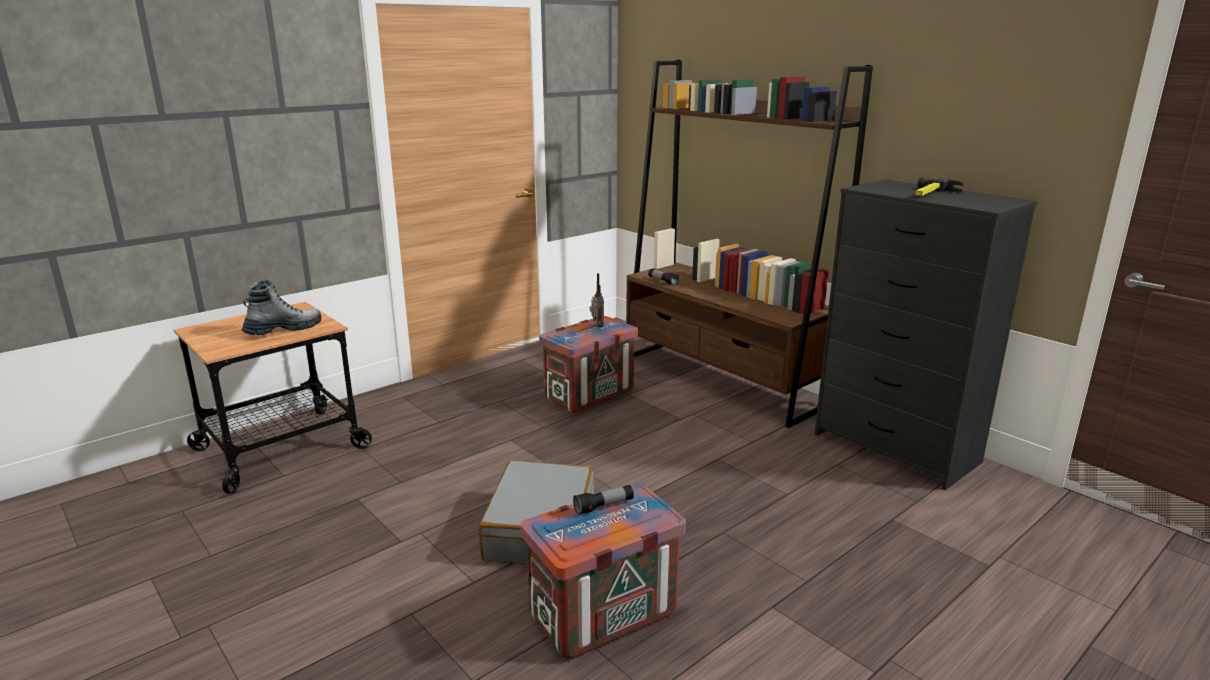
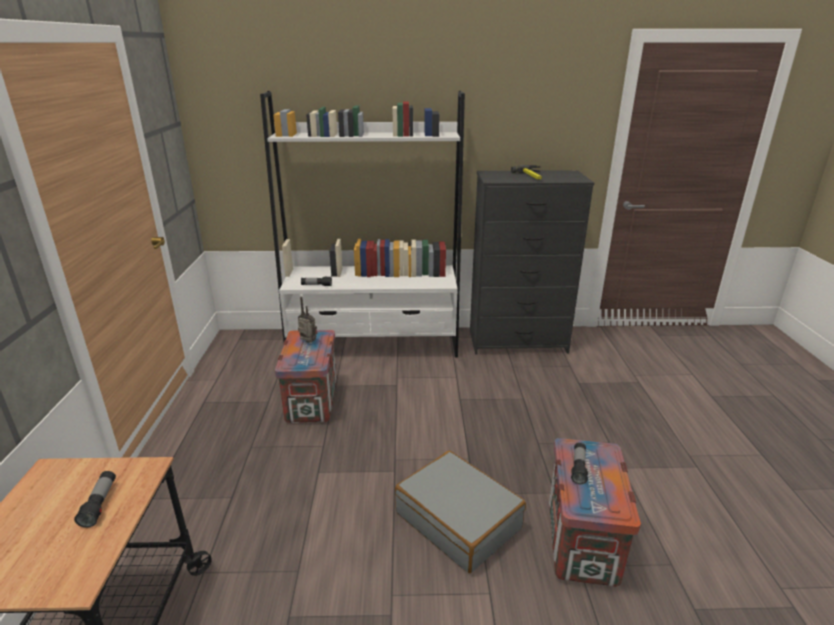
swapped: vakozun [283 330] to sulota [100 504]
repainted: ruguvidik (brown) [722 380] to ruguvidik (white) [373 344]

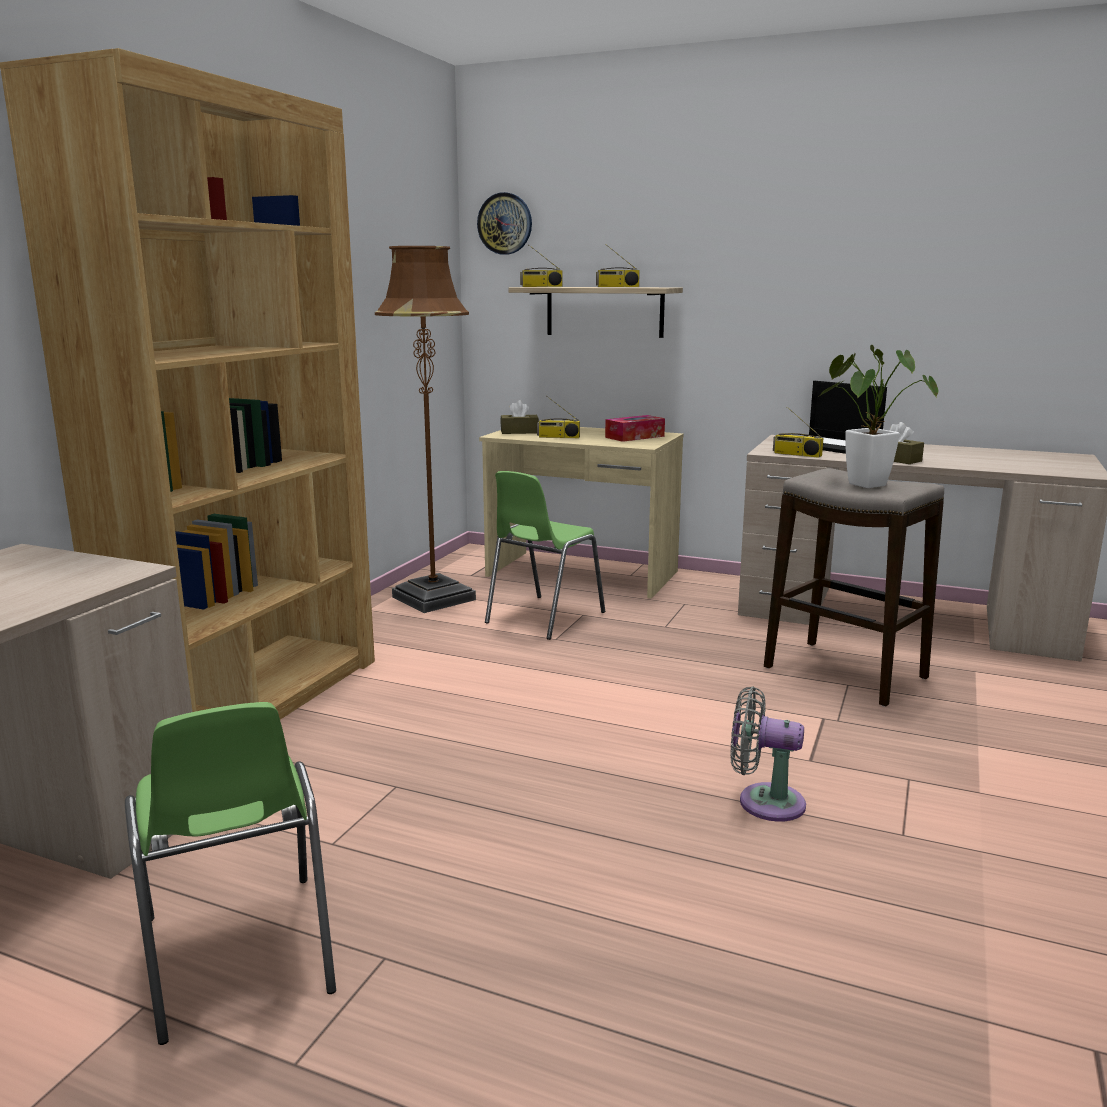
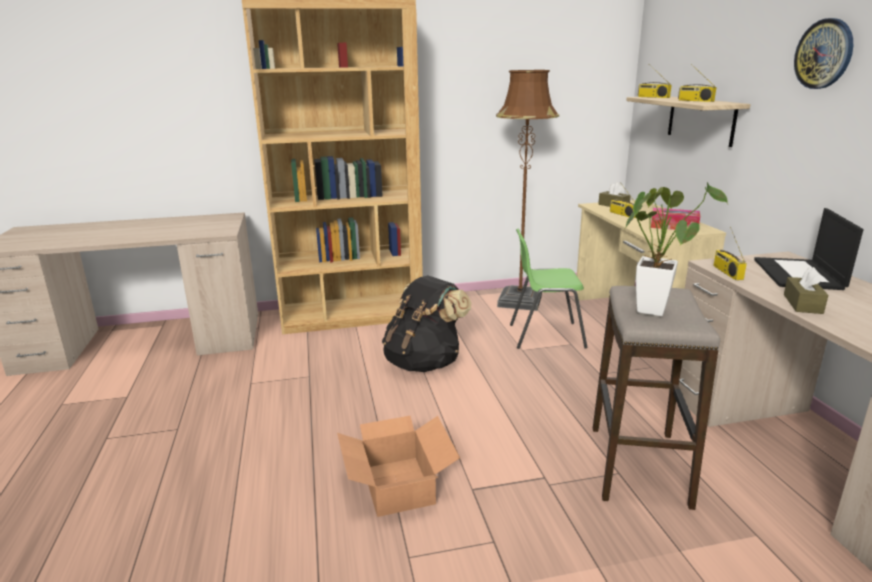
gone: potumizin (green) [237 956]
new: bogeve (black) [424 363]
shifted: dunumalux [505 223] to [824 54]
swapped: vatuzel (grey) [764 802] to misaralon [397 486]

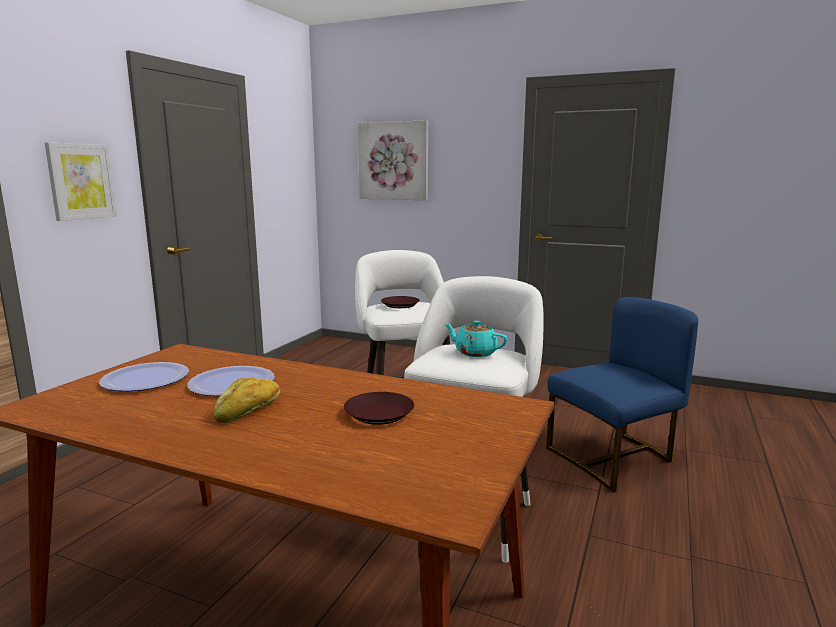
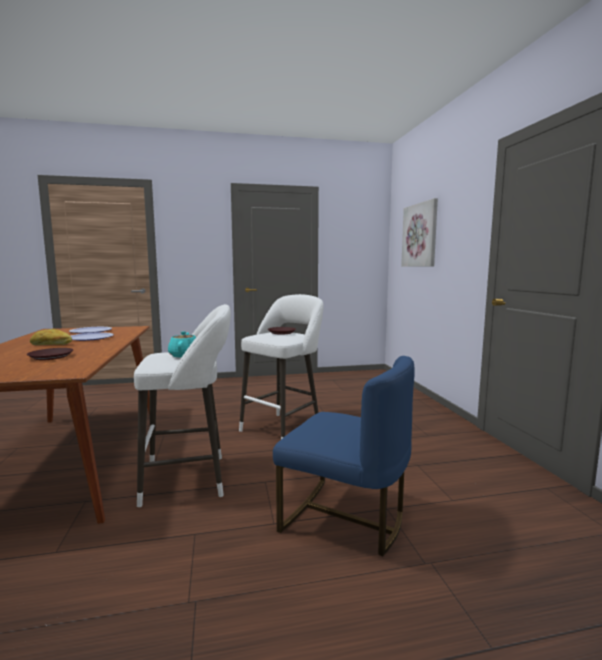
gone: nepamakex [81 181]

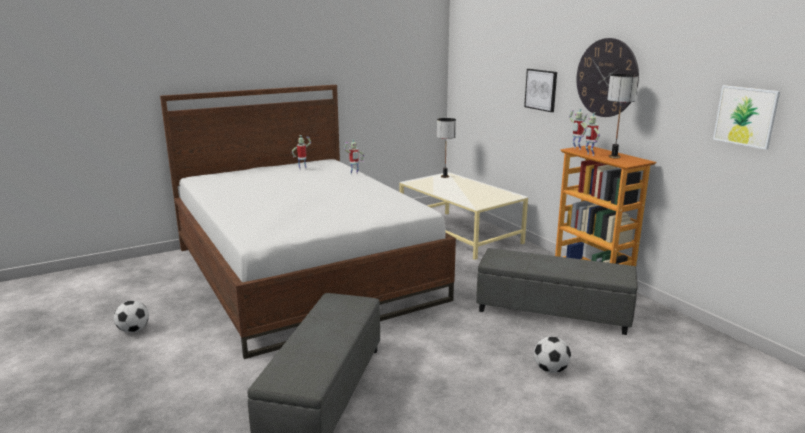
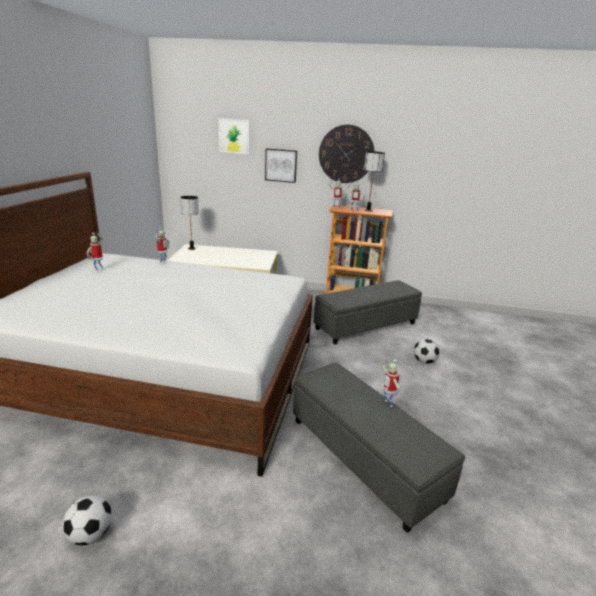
new: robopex [387 403]
shifted: nepamakex [745 116] to [234 136]

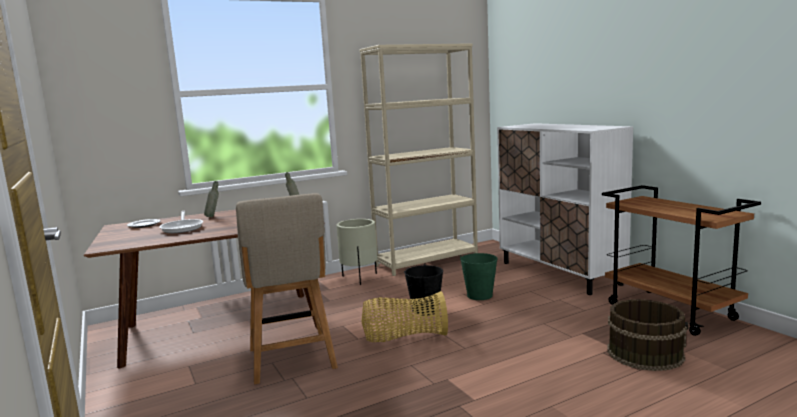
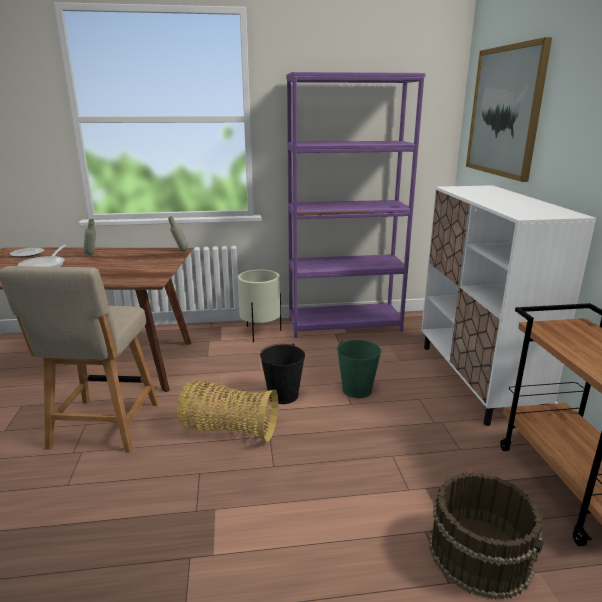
new: nepamakex [505 111]
repainted: ruguvidik (beige) [427 261] to ruguvidik (purple) [344 325]

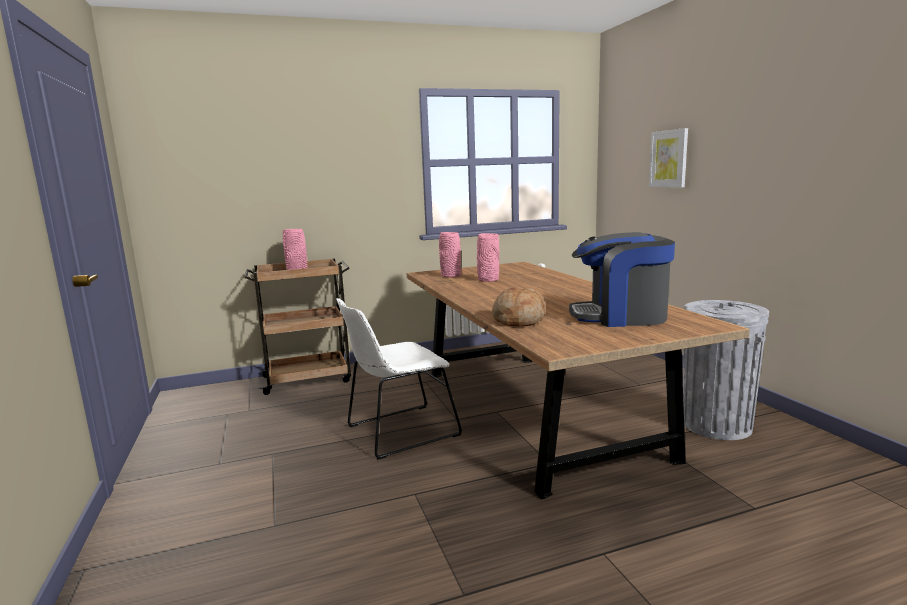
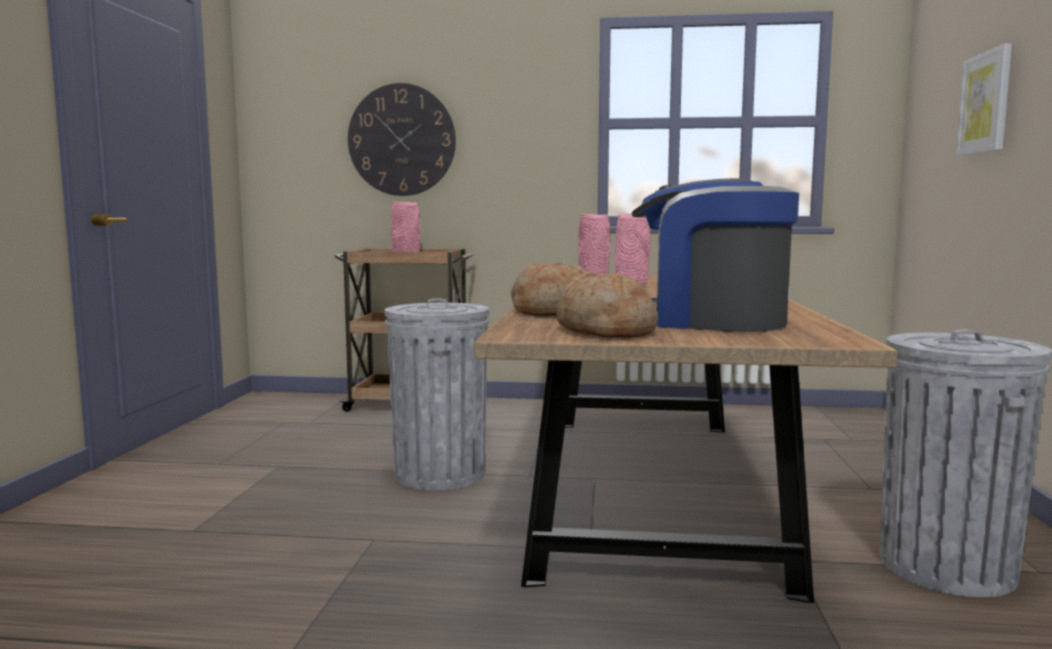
new: dunumalux [402 140]; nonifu [606 331]
swapped: potumizin (white) [398 432] to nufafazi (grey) [439 474]

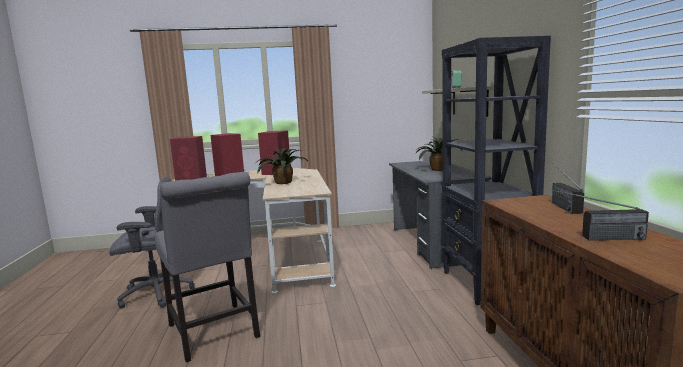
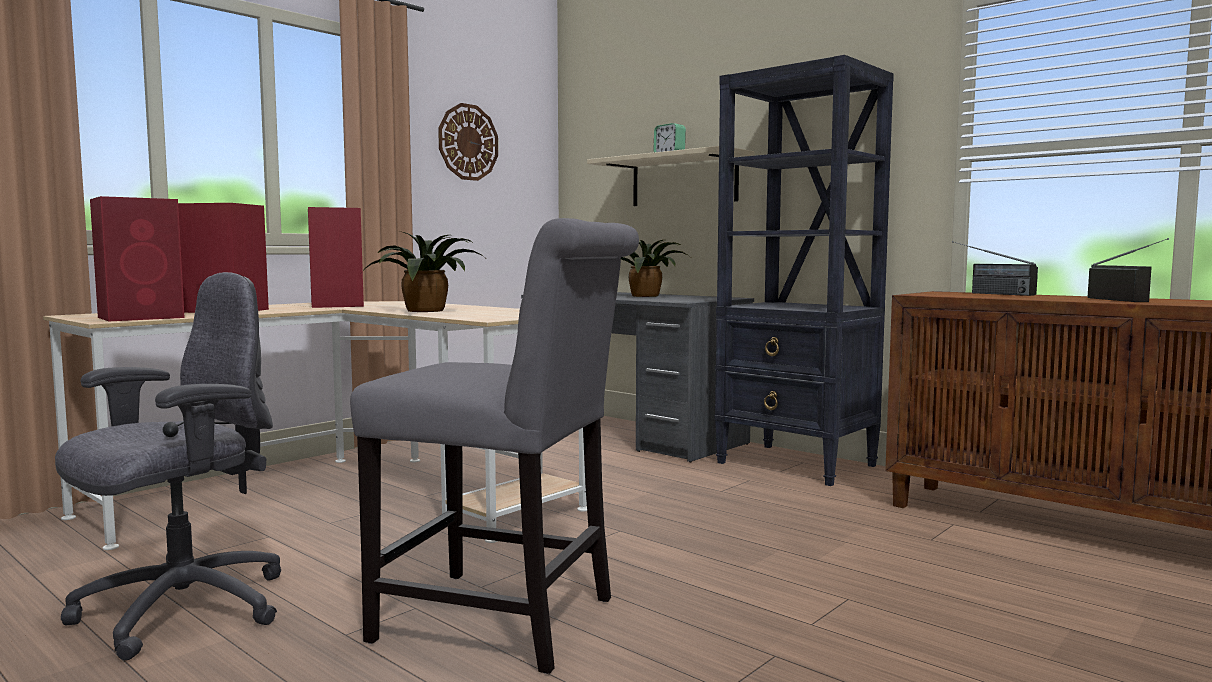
new: dunumalux [468 142]
rotated: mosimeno [598 238] = [1132 301] 60 degrees counterclockwise

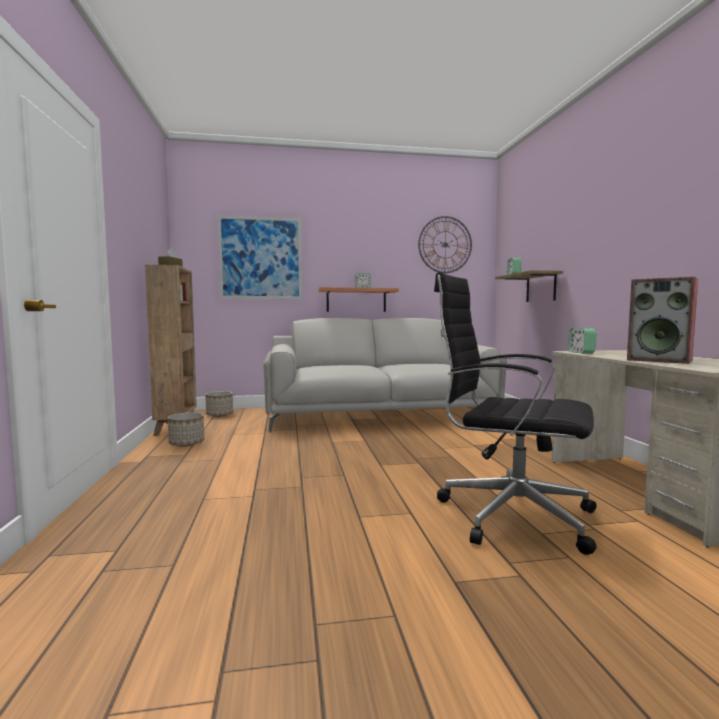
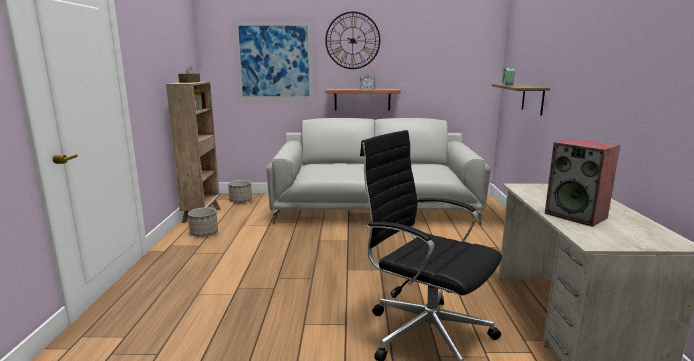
gone: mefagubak [581 352]
shifted: dunumalux [445 244] to [352 40]

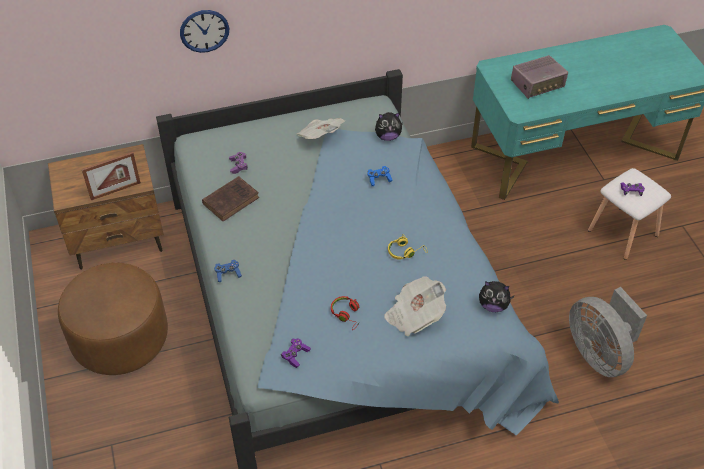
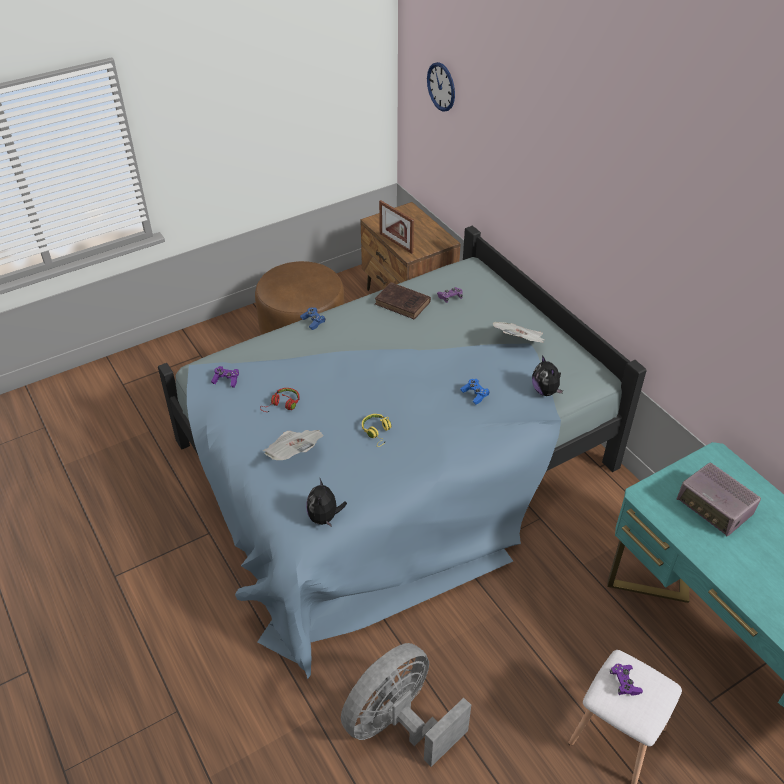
shifted: dunumalux [204 31] to [441 86]

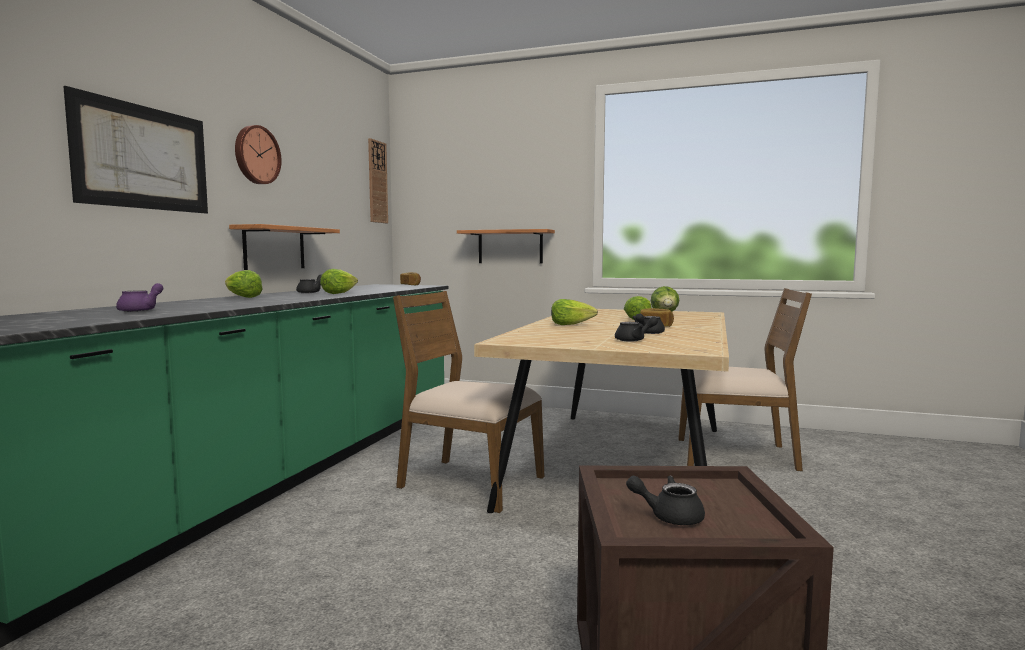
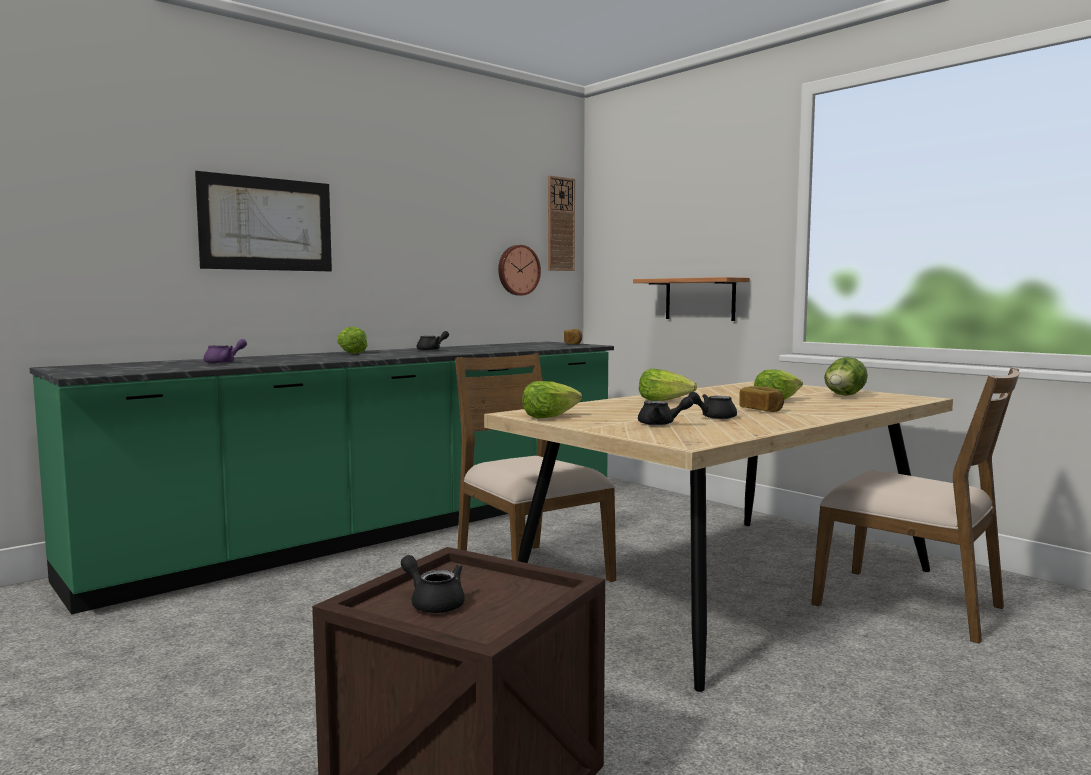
gone: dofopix [274 248]
shifted: dunumalux [256 155] to [517 270]; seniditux [339 293] to [549 416]

